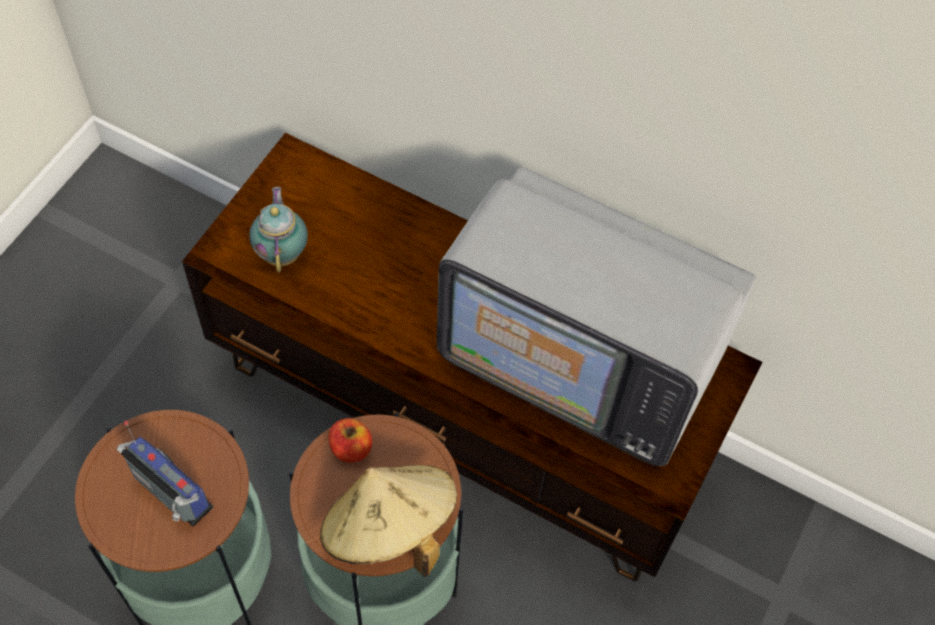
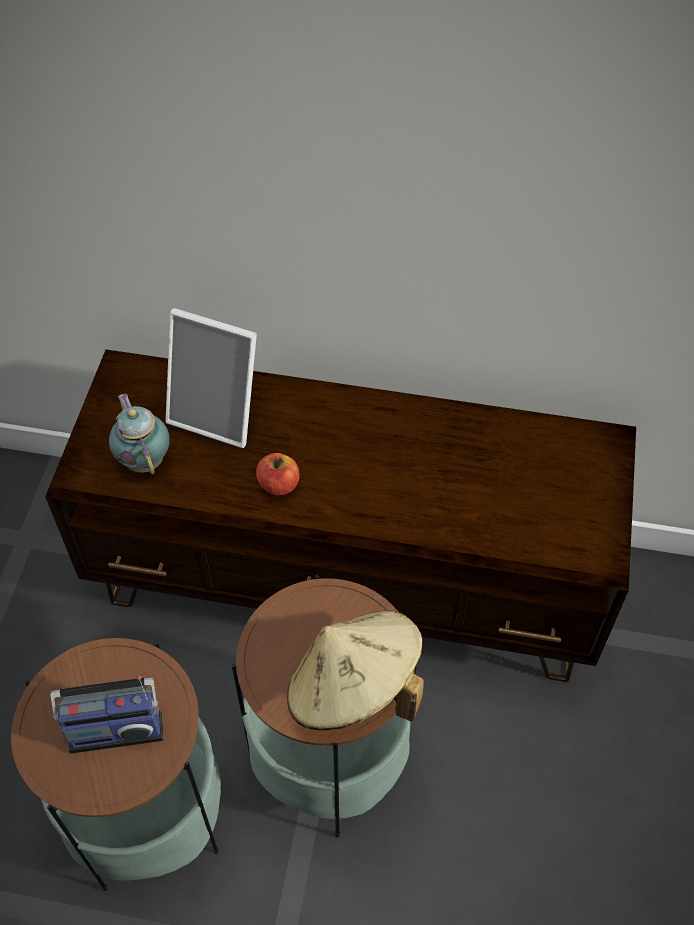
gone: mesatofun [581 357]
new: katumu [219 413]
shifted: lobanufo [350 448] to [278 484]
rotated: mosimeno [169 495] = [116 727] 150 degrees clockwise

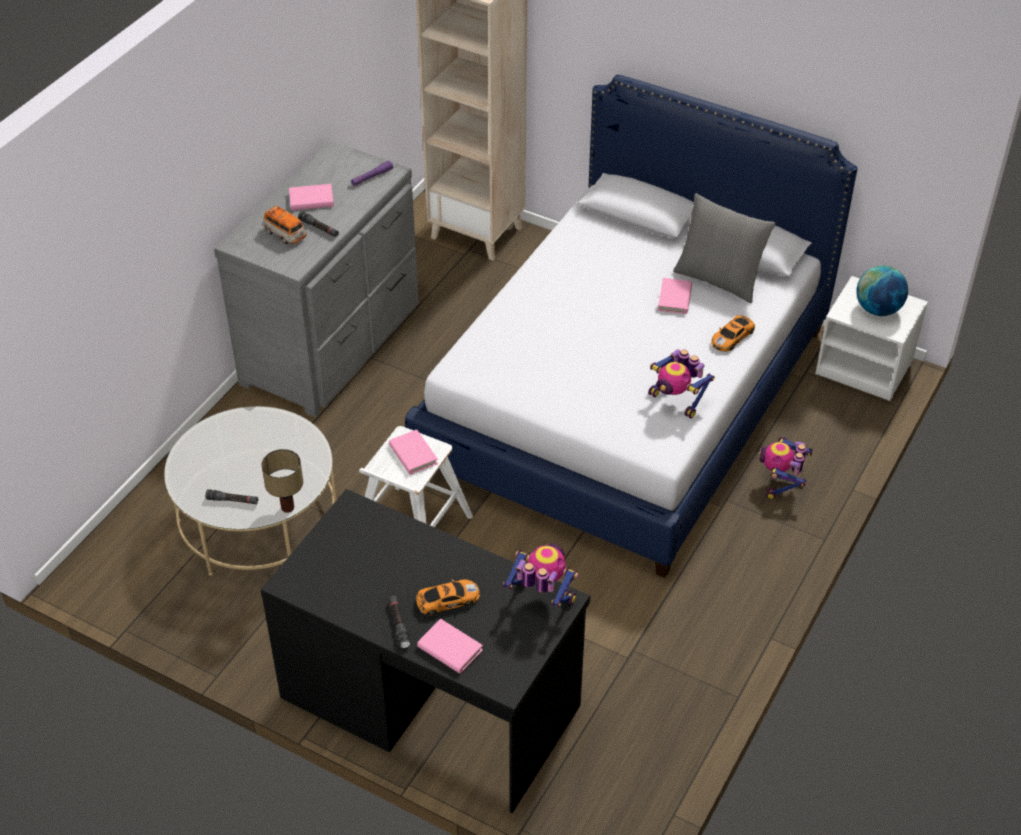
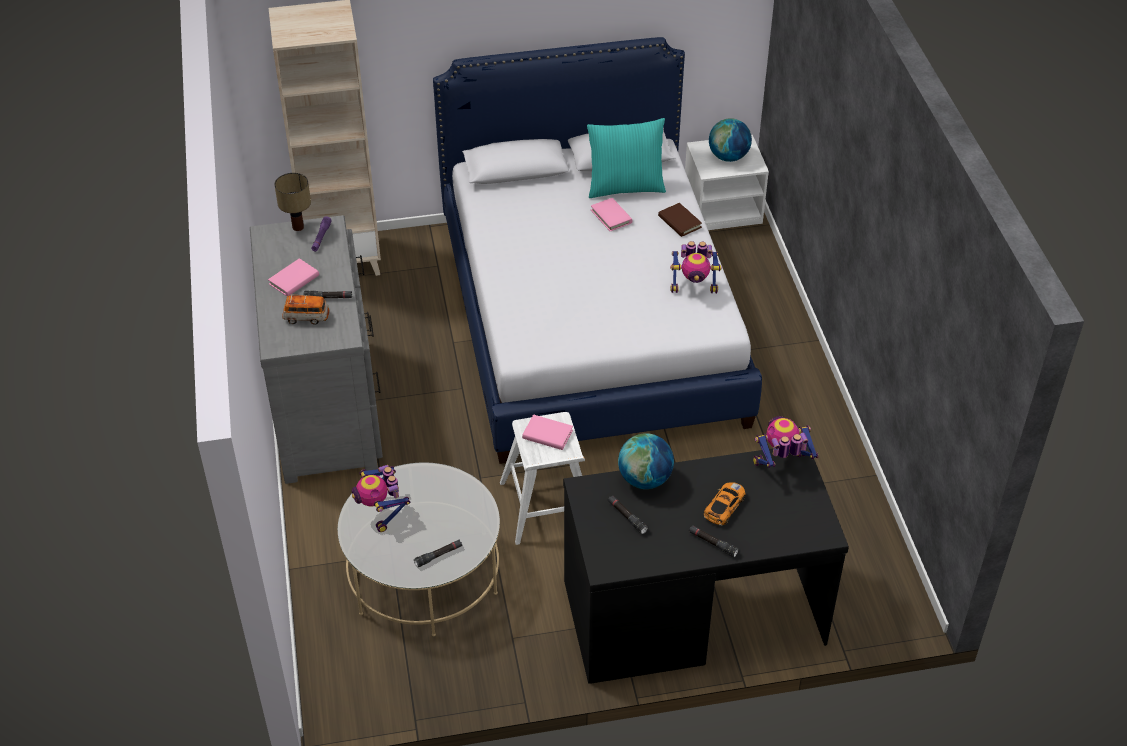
gone: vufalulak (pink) [450 649]
new: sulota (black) [627 517]; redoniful [645 479]
shifted: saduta [288 507] to [298 227]; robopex [781 483] to [381 511]
swapped: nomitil [733 336] to vufalulak (brown) [679 222]
repainted: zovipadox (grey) [719 279] to zovipadox (turquoise) [625 187]

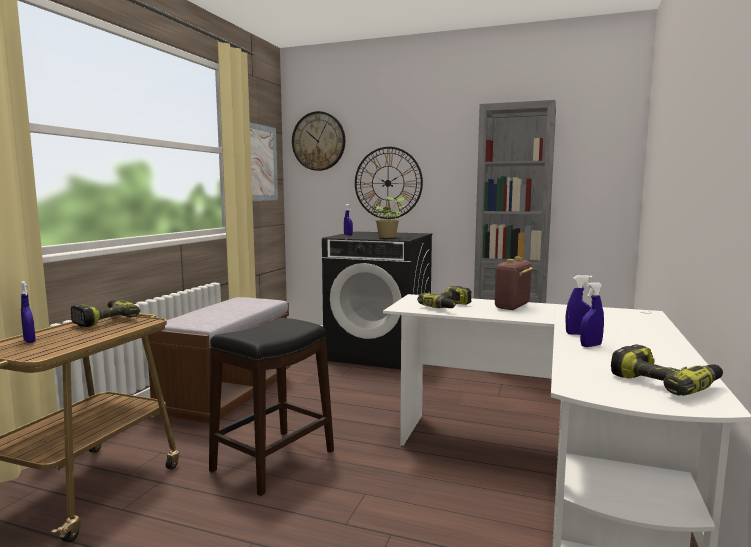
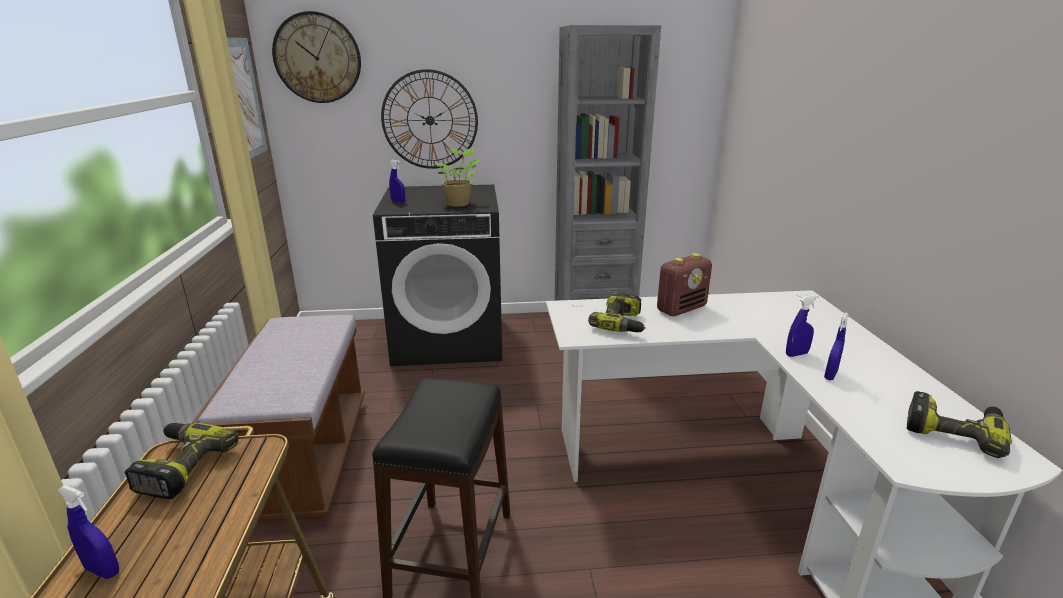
rotated: mosimeno [512 306] = [681 309] 135 degrees counterclockwise

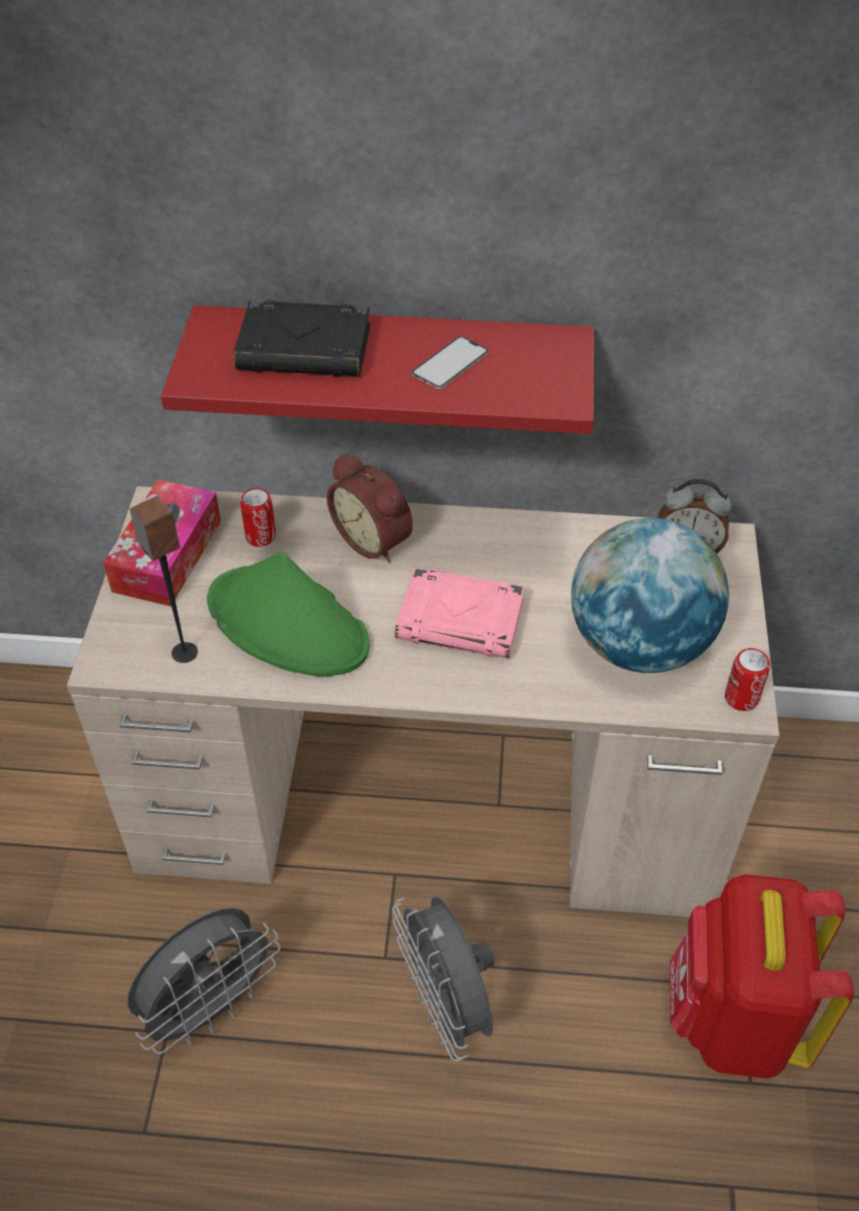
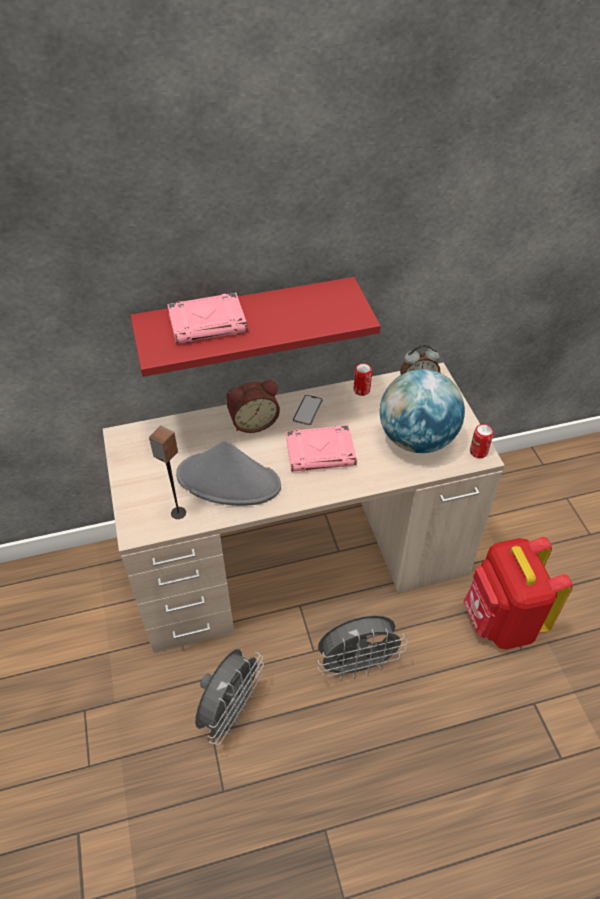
gone: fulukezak [167 556]
shifted: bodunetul [261 537] to [361 390]; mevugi [450 363] to [307 410]
repainted: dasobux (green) [289 624] to dasobux (grey) [229 480]; vufalulak (black) [306 348] to vufalulak (pink) [208 323]
rotated: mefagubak [375 539] = [253 422] 45 degrees counterclockwise; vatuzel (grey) [447 1006] = [357 664] 60 degrees counterclockwise

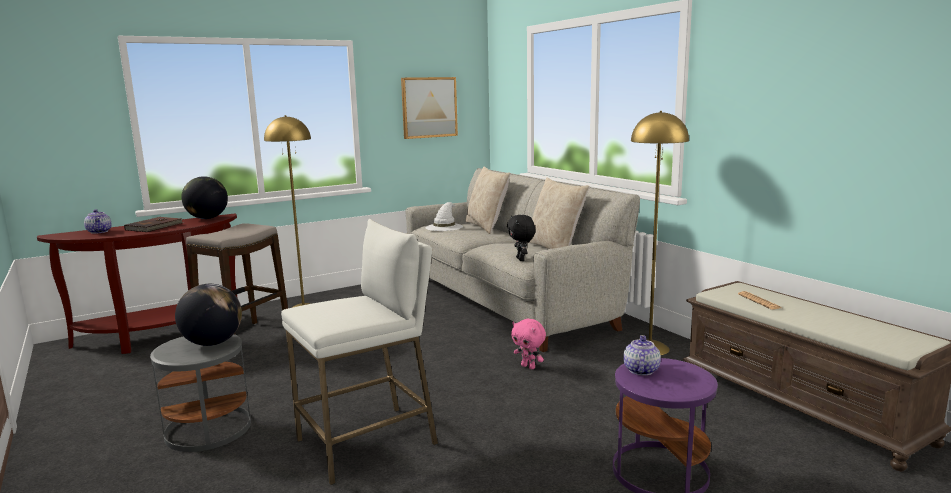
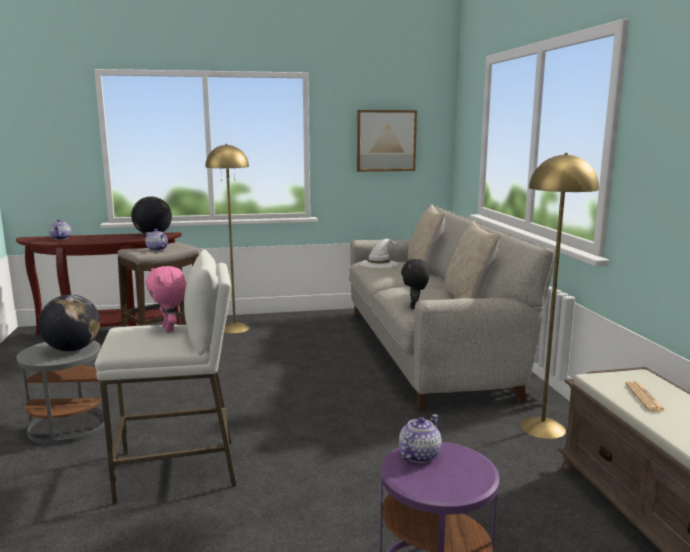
gone: vufalulak (brown) [155 227]
new: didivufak [156 249]
shifted: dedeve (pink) [529 367] to [170 329]

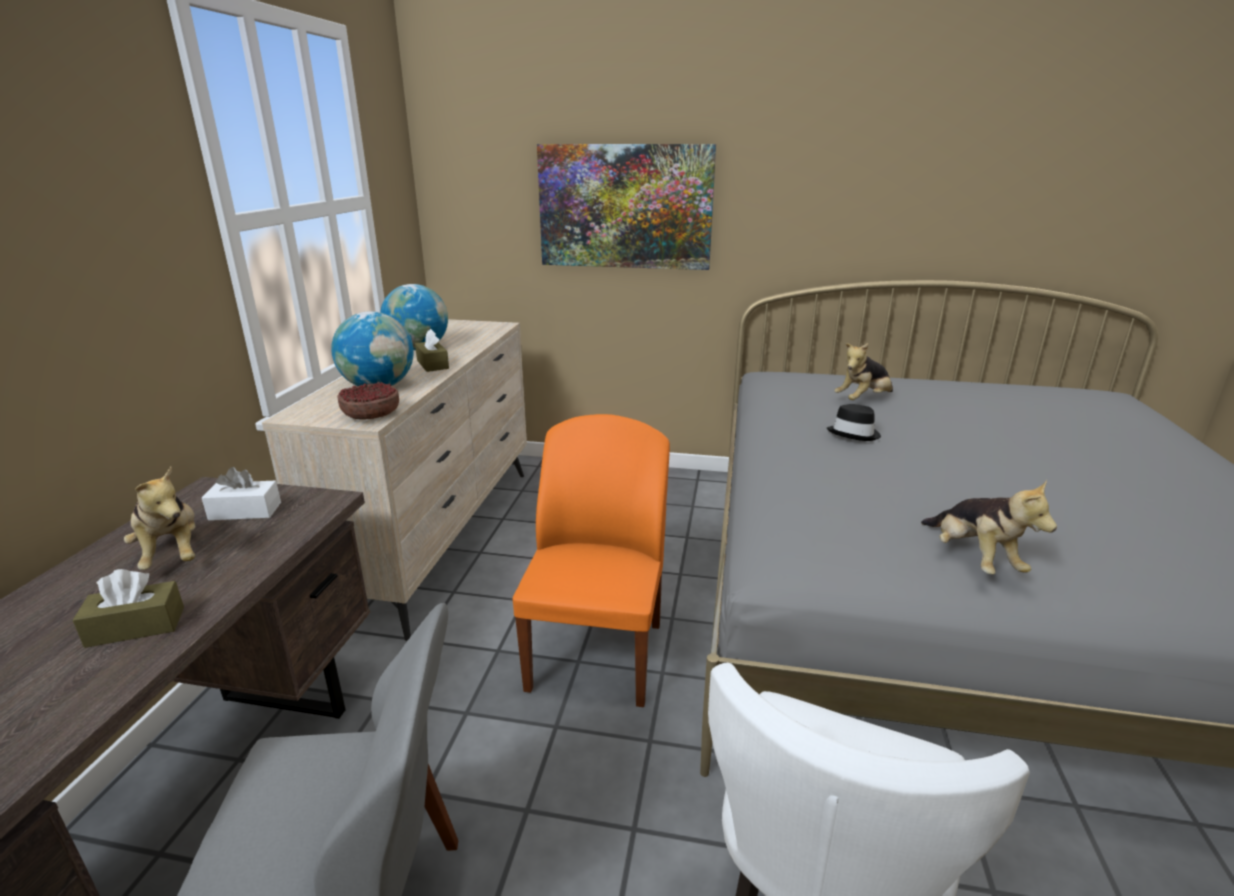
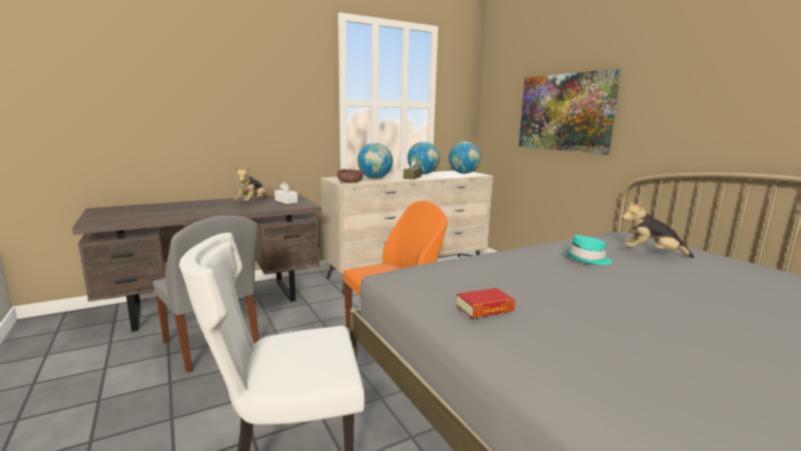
gone: fulukezak (brown) [136 627]
new: redoniful [463 173]
swapped: dedeve [972 559] to vufalulak [485 308]
repainted: dasobux (black) [854 433] to dasobux (turquoise) [588 259]

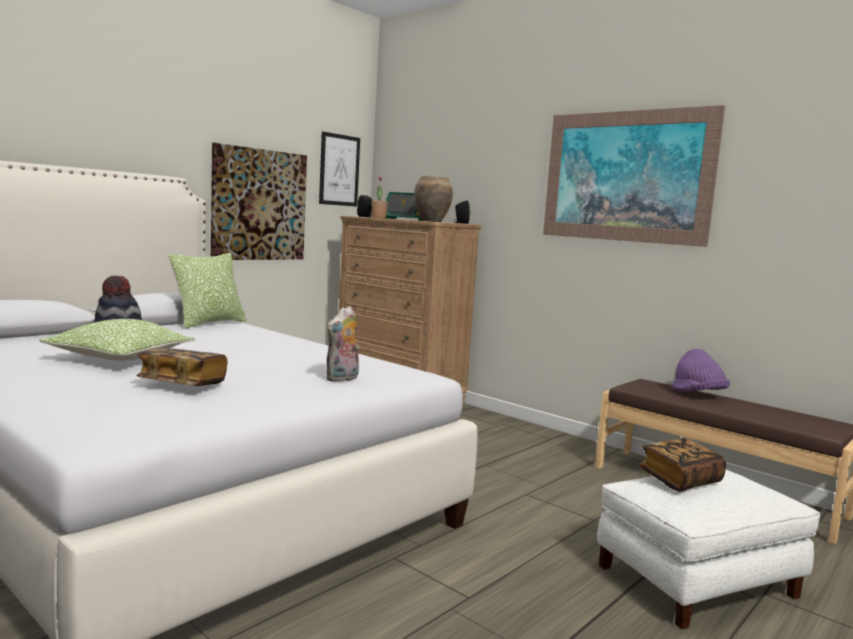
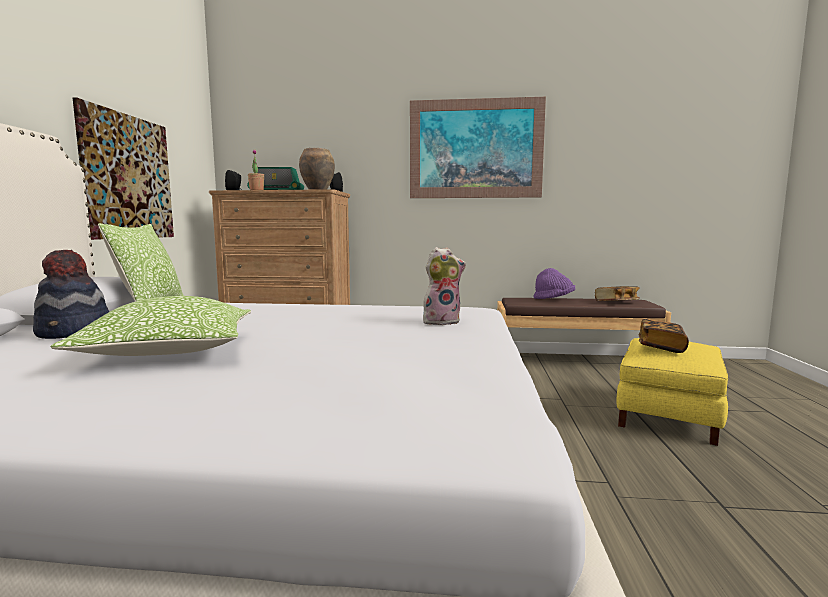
gone: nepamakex [339 170]
shifted: vufalulak [183 384] to [616 302]
repainted: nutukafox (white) [697 582] to nutukafox (yellow) [668 415]
rotated: dedeve [342 379] = [442 321] 105 degrees counterclockwise

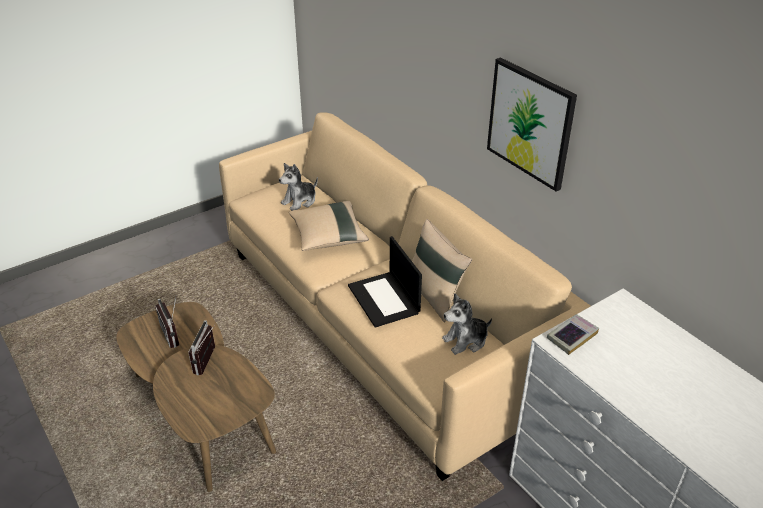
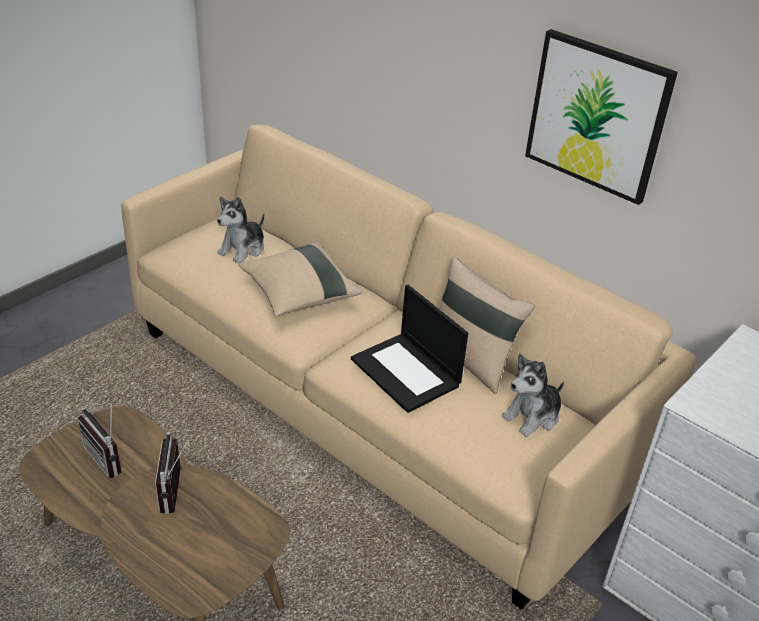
gone: vufalulak [572 336]

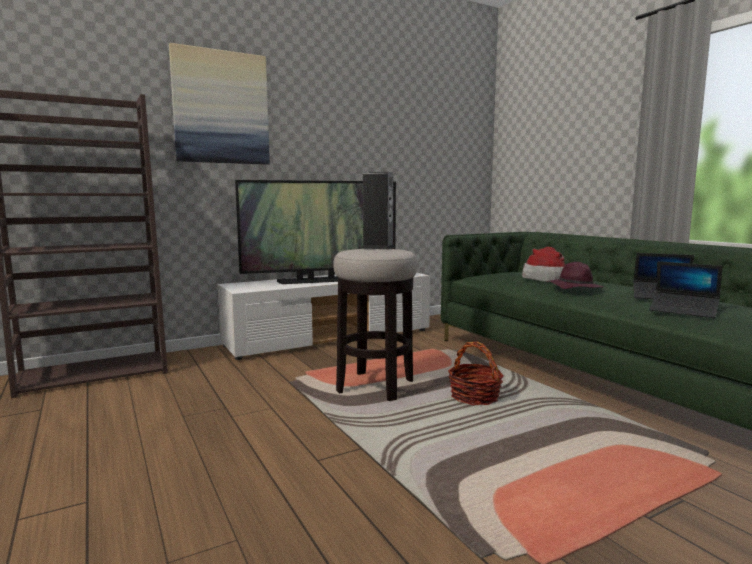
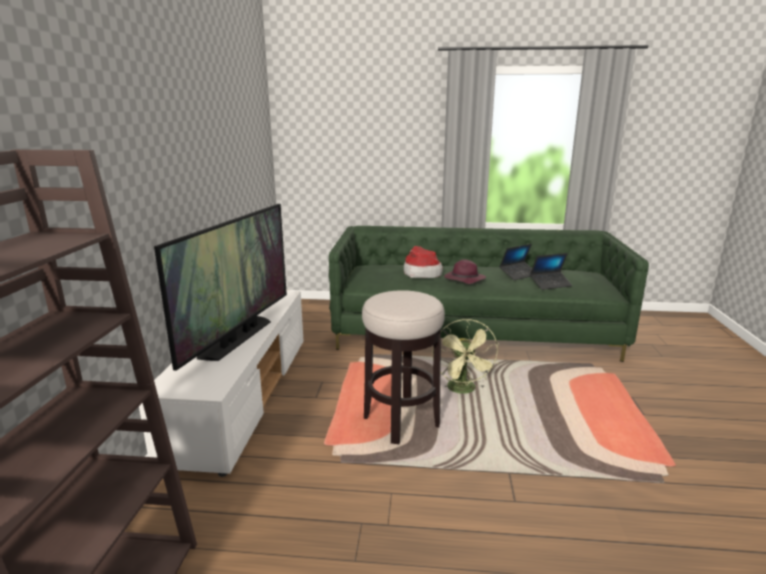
gone: nepamakex [221 108]; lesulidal [378 248]
swapped: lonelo [474 397] to vatuzel (green) [464 390]

